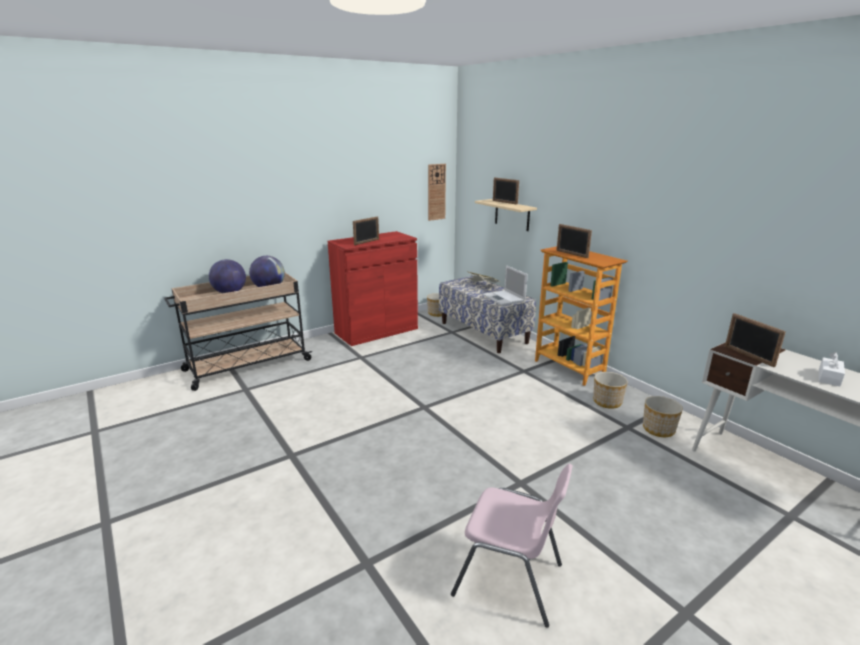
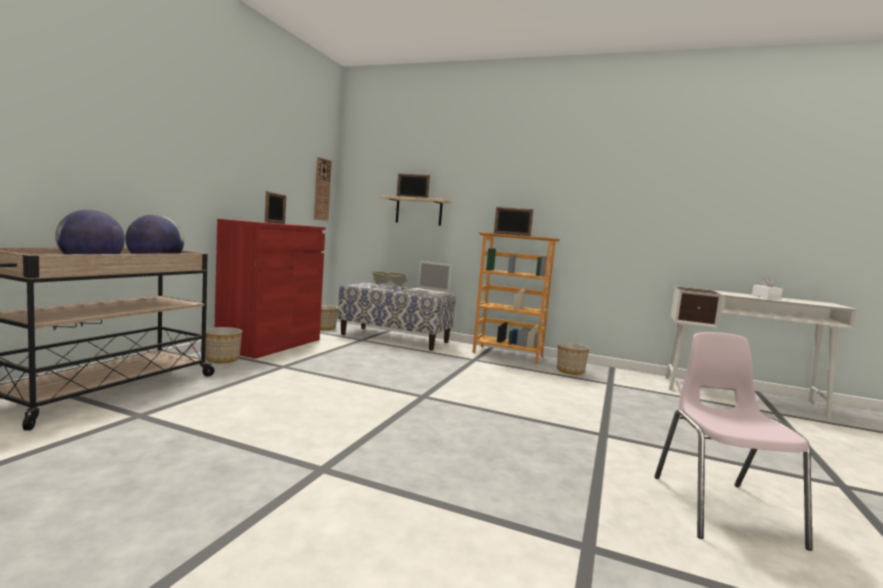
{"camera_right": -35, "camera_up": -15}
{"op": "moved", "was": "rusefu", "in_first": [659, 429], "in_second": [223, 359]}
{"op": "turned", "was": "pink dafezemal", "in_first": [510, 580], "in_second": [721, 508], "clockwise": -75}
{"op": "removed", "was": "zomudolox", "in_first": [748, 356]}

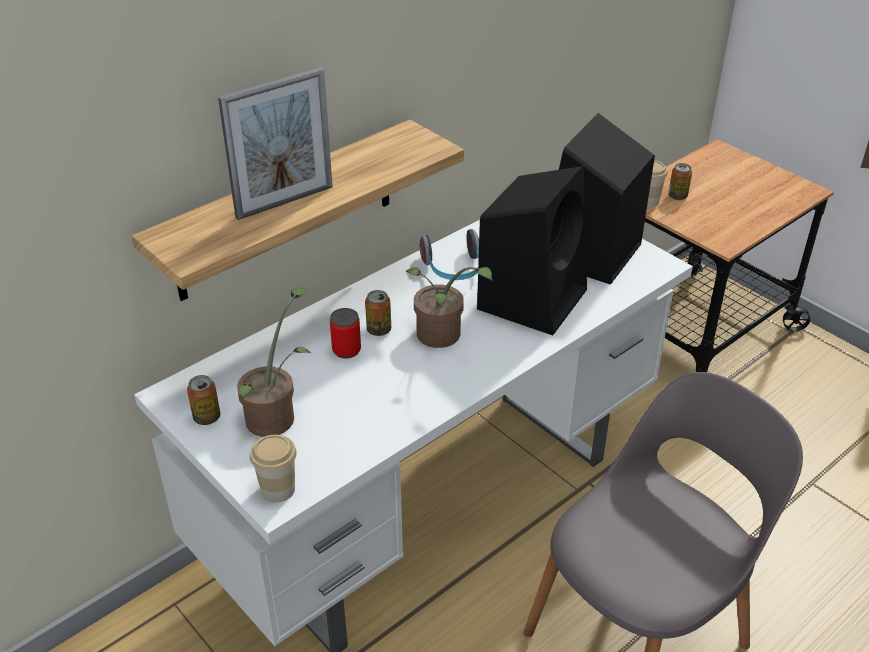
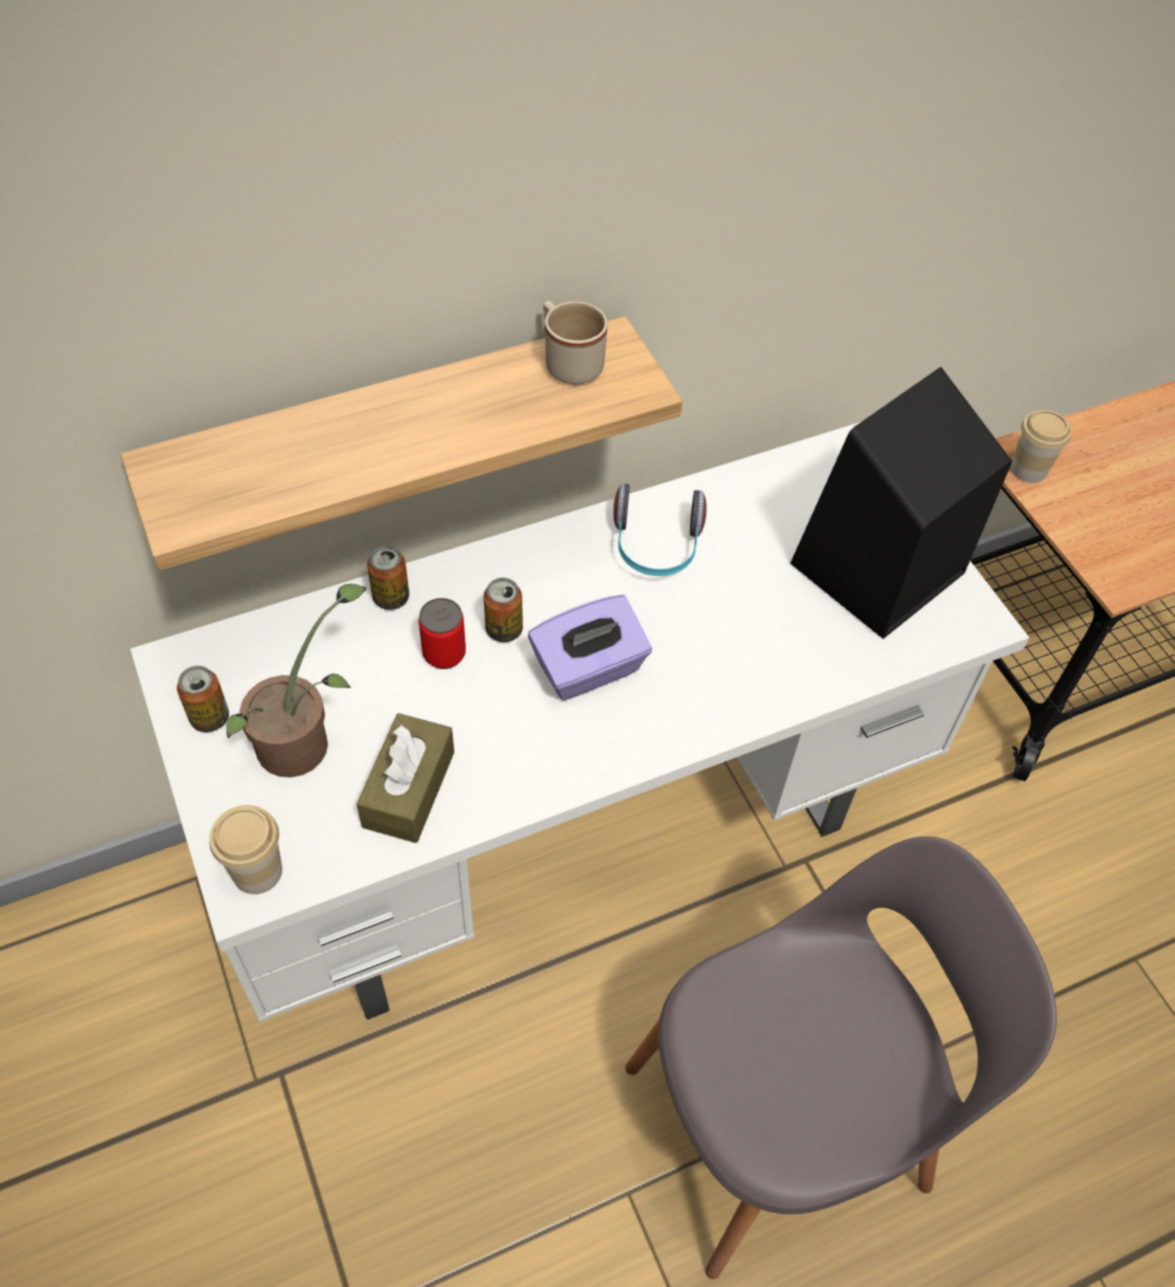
{"camera_right": 15, "camera_up": 15}
{"op": "added", "now": "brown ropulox", "in_second": [409, 789]}
{"op": "moved", "was": "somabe", "in_first": [677, 196], "in_second": [391, 598]}
{"op": "replaced", "was": "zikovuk", "now": "purple ropulox", "in_first": [442, 337], "in_second": [589, 669]}
{"op": "added", "now": "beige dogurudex", "in_second": [569, 362]}
{"op": "removed", "was": "zomudolox", "in_first": [285, 202]}
{"op": "removed", "was": "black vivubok", "in_first": [532, 297]}

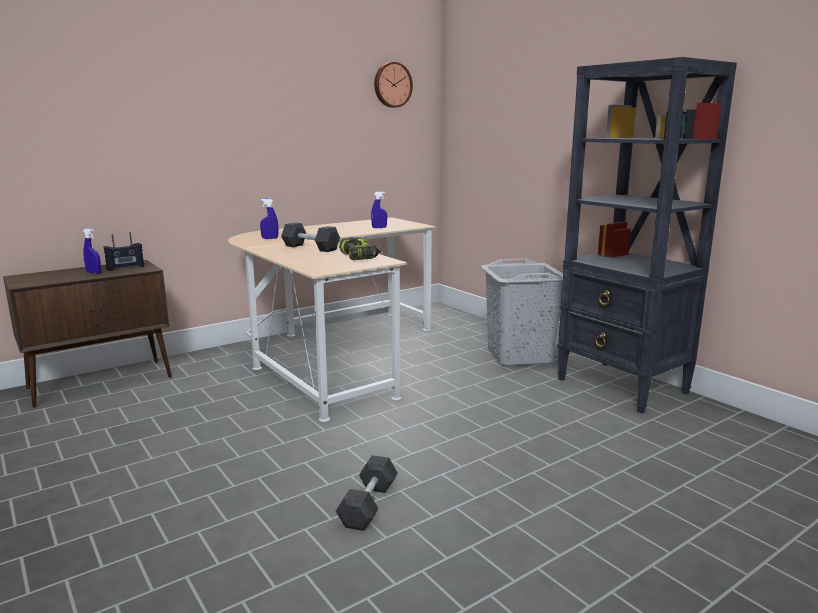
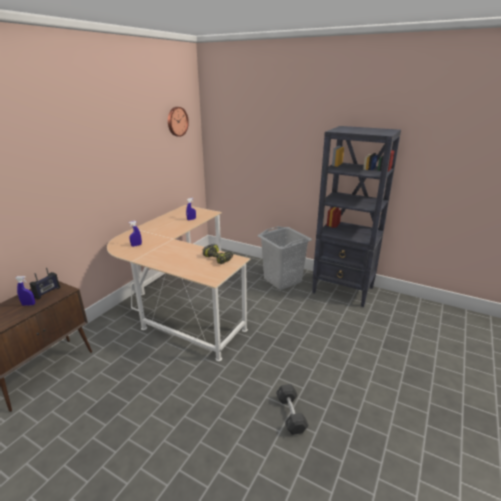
{"camera_right": -25, "camera_up": 10}
{"op": "removed", "was": "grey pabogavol", "in_first": [310, 248]}

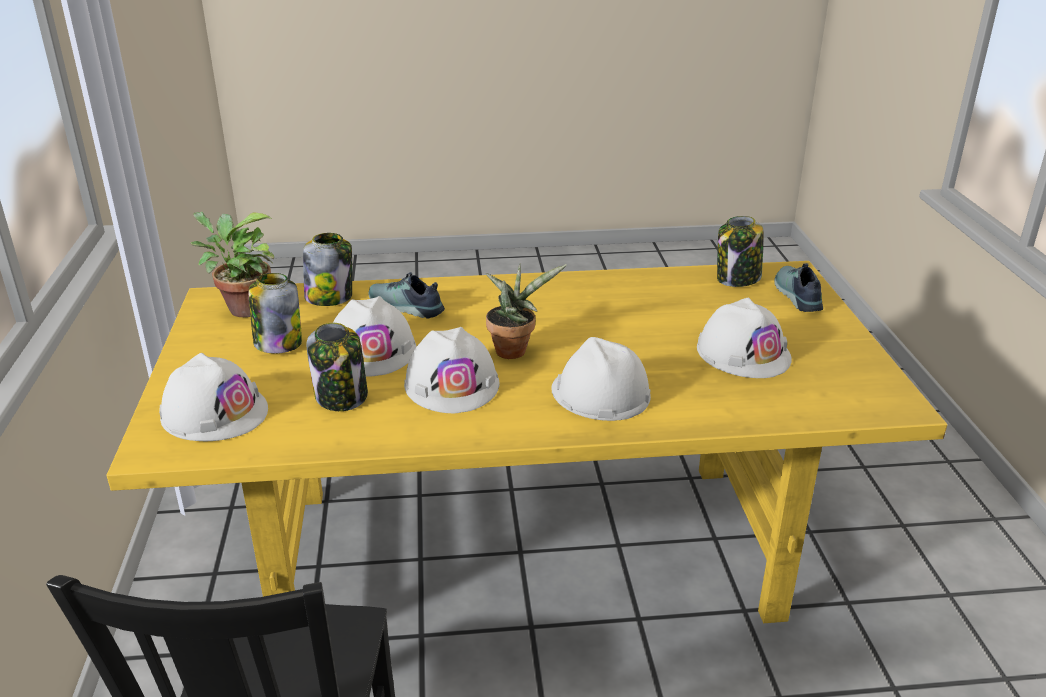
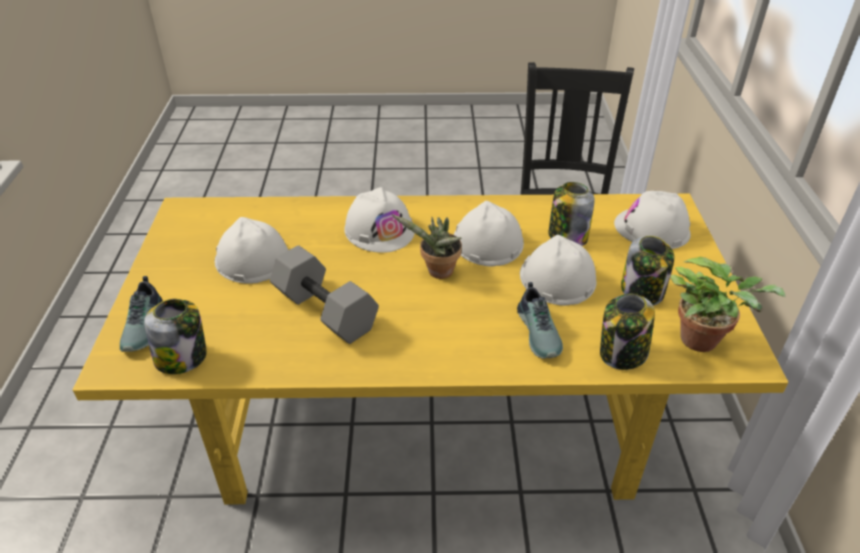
{"camera_right": -175, "camera_up": 10}
{"op": "added", "now": "grey pabogavol", "in_second": [327, 310]}
{"op": "turned", "was": "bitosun", "in_first": [404, 307], "in_second": [540, 332], "clockwise": 45}

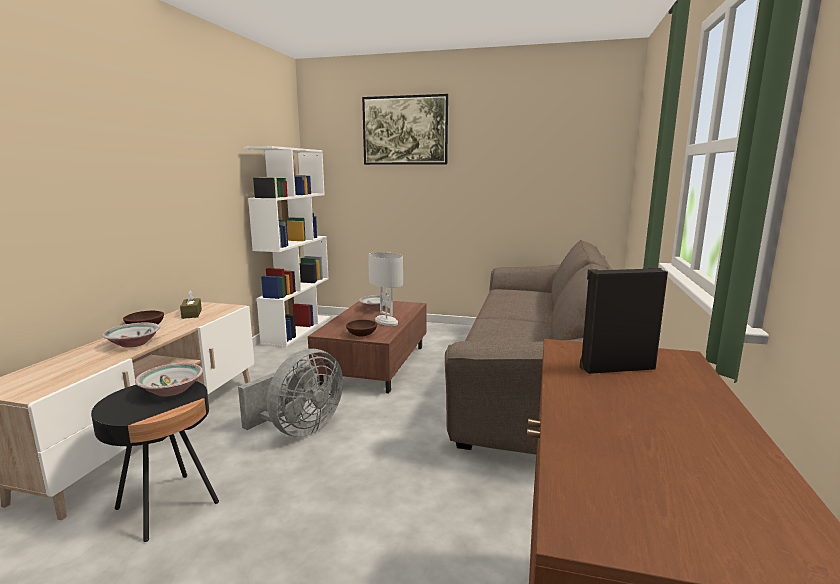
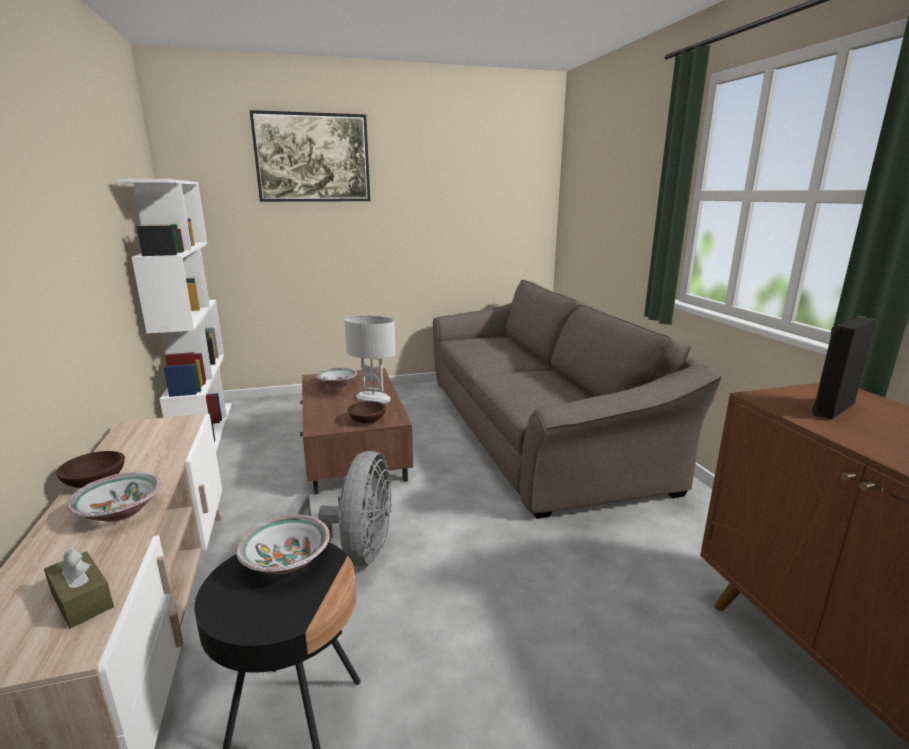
{"camera_right": -30, "camera_up": 5}
{"op": "moved", "was": "brown ropulox", "in_first": [191, 314], "in_second": [82, 600]}

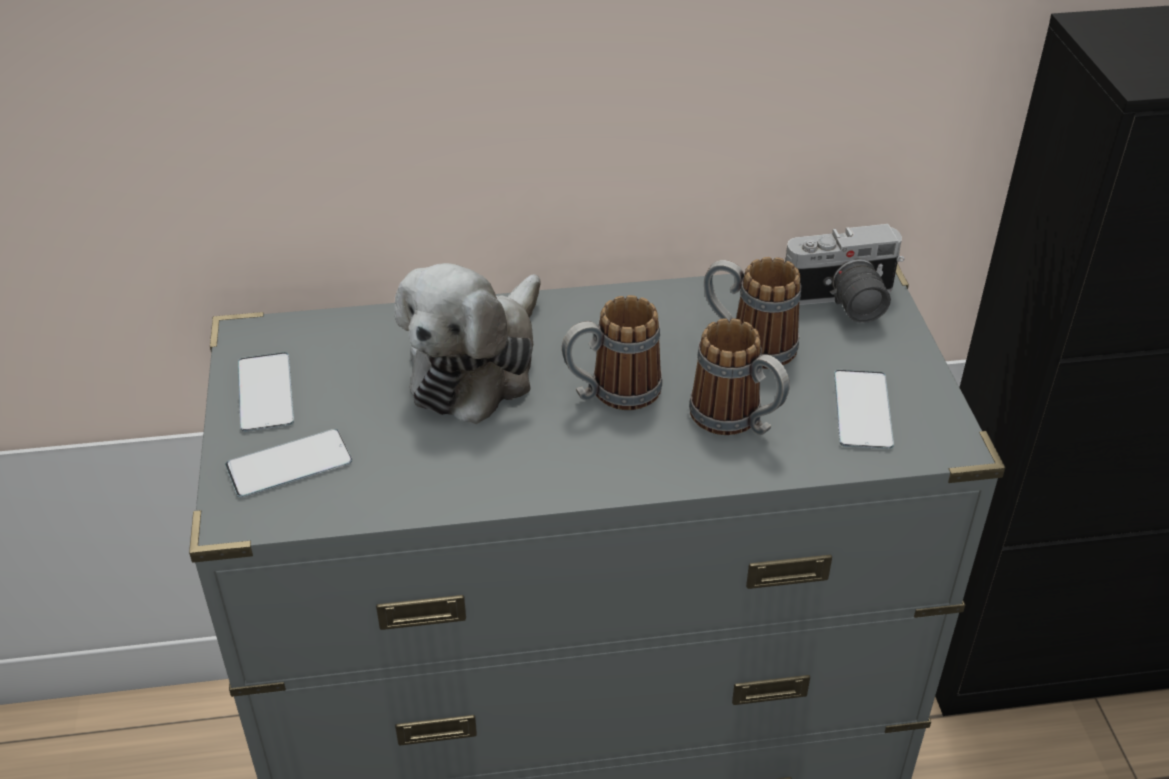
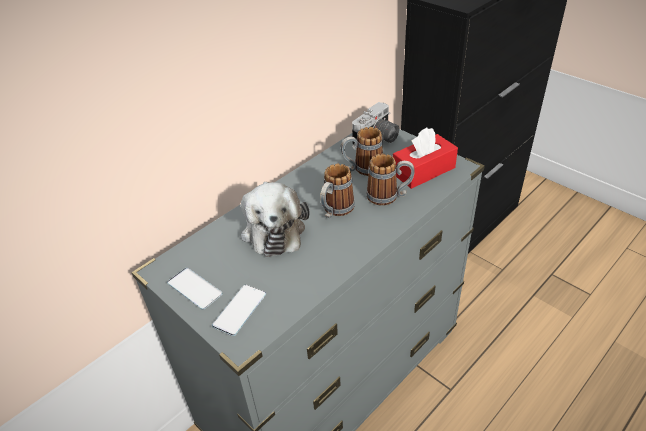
{"camera_right": -35, "camera_up": 0}
{"op": "replaced", "was": "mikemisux", "now": "red ropulox", "in_first": [862, 410], "in_second": [423, 170]}

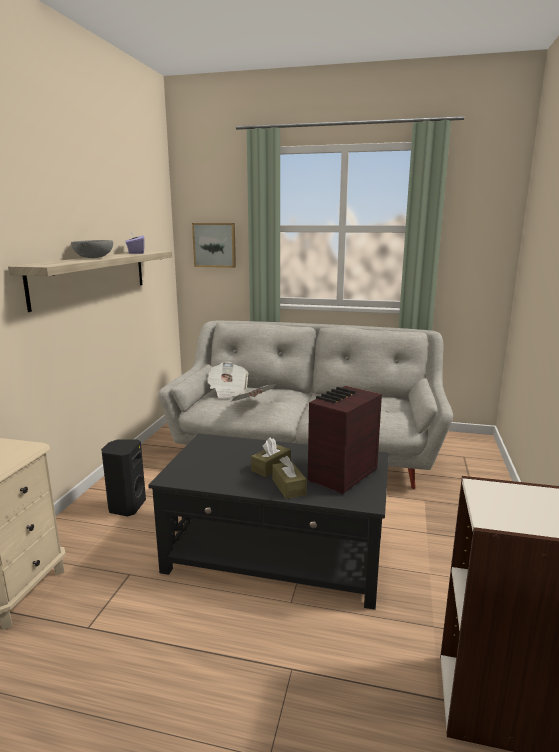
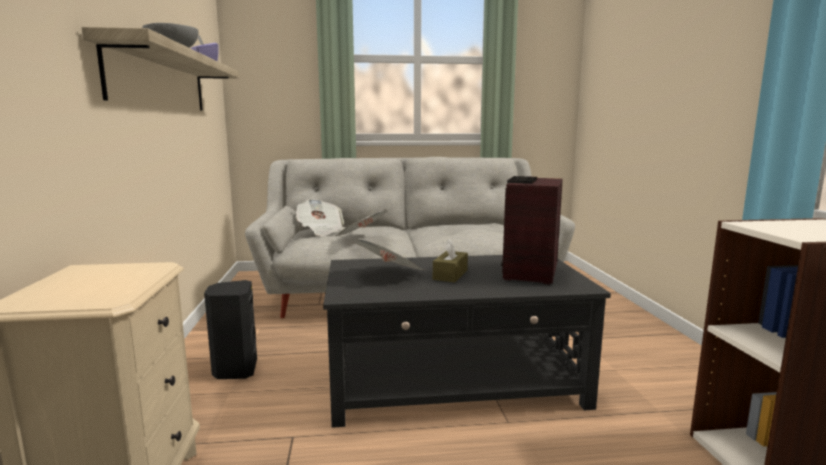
{"camera_right": -20, "camera_up": -5}
{"op": "added", "now": "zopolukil", "in_second": [390, 275]}
{"op": "removed", "was": "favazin", "in_first": [215, 245]}
{"op": "removed", "was": "brown ropulox", "in_first": [288, 487]}

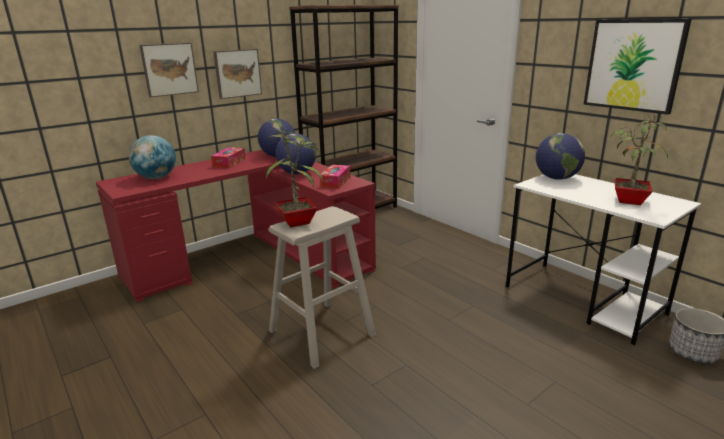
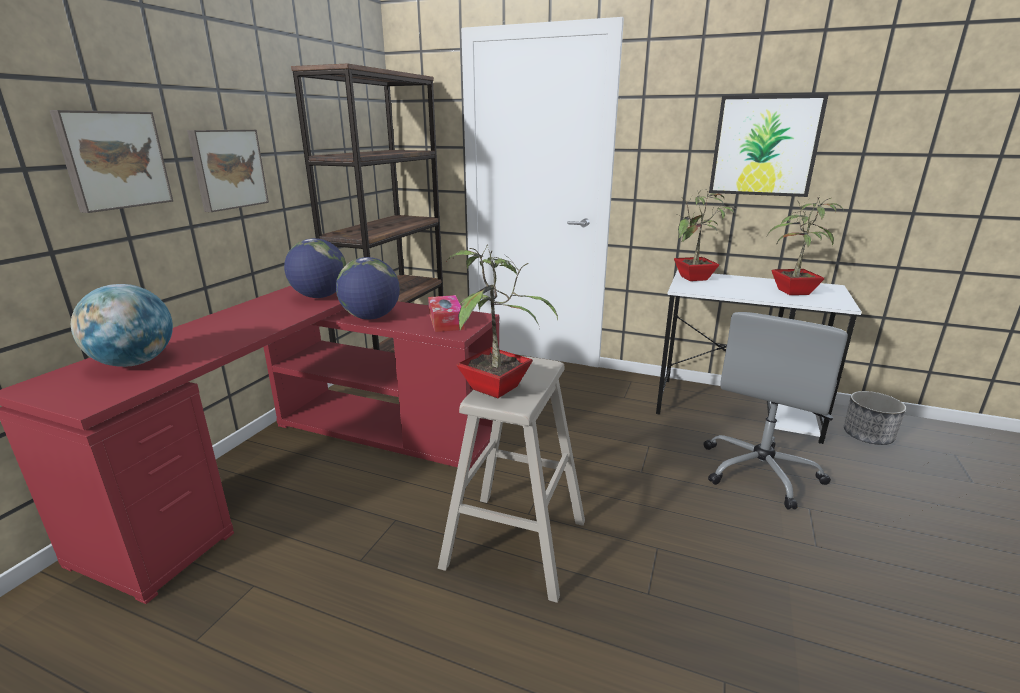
{"camera_right": -30, "camera_up": 0}
{"op": "replaced", "was": "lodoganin", "now": "zikovuk", "in_first": [556, 178], "in_second": [694, 279]}
{"op": "added", "now": "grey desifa", "in_second": [760, 471]}
{"op": "removed", "was": "ropulox", "in_first": [229, 163]}

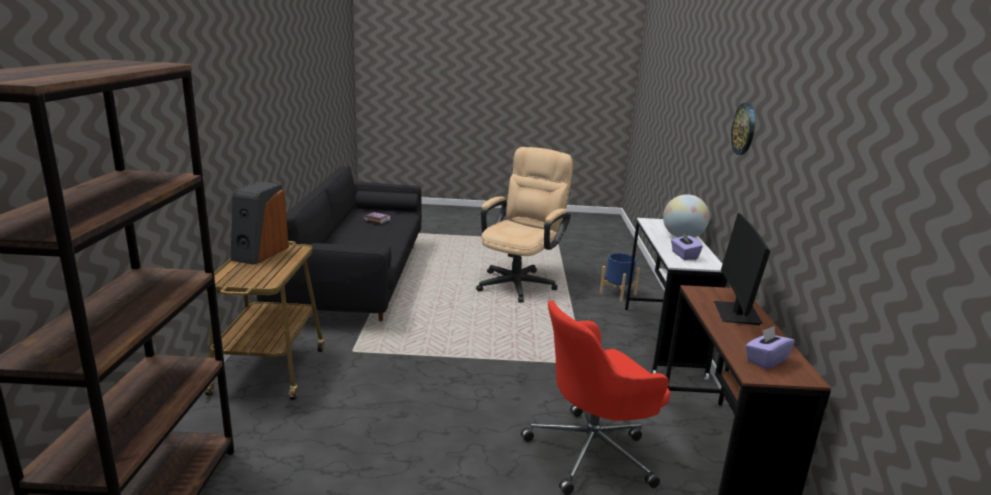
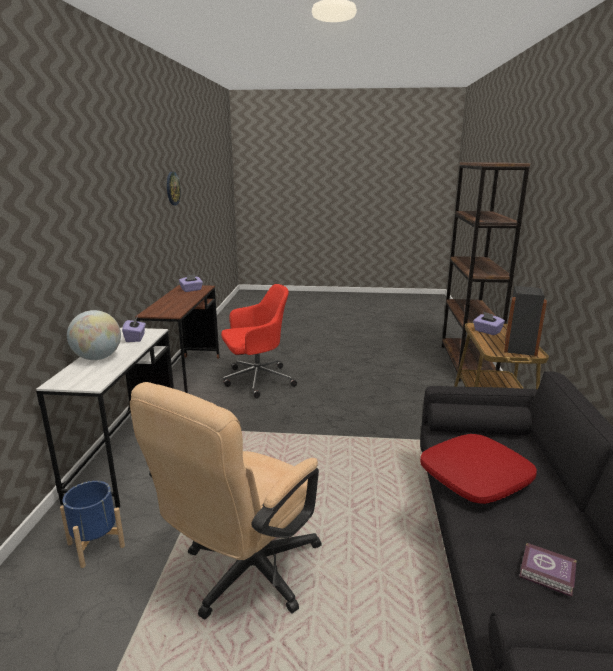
{"camera_right": -175, "camera_up": 0}
{"op": "moved", "was": "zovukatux", "in_first": [744, 129], "in_second": [172, 188]}
{"op": "added", "now": "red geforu", "in_second": [475, 477]}
{"op": "added", "now": "purple ropulox", "in_second": [487, 331]}
{"op": "removed", "was": "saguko", "in_first": [736, 314]}

